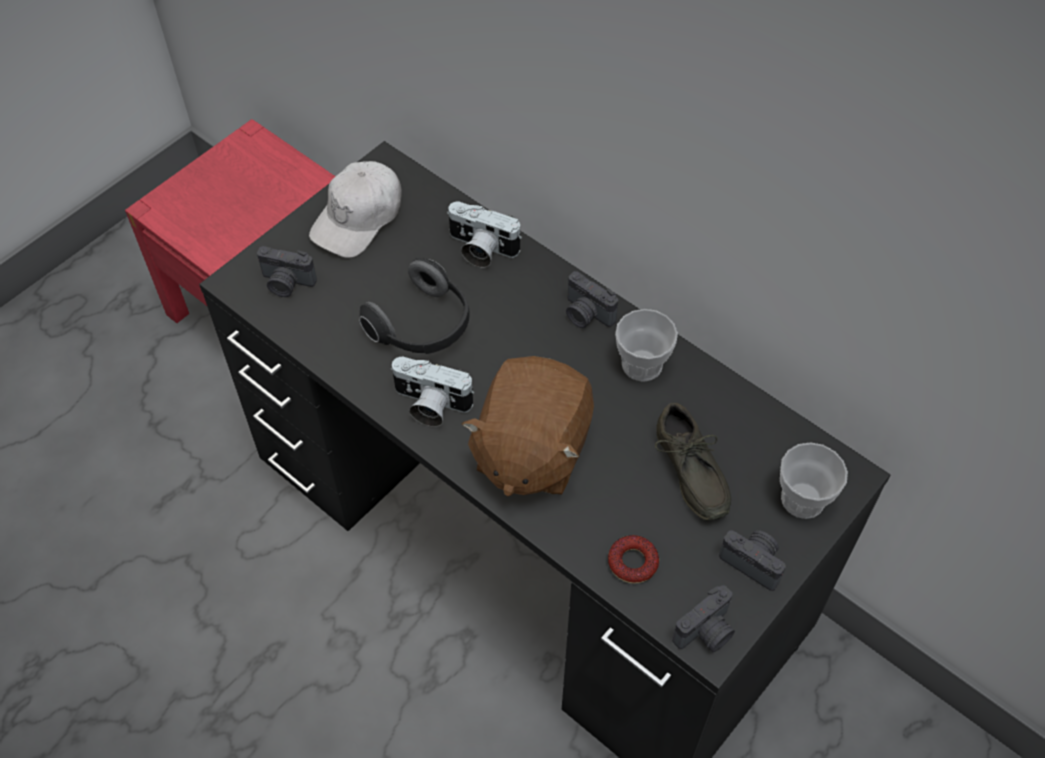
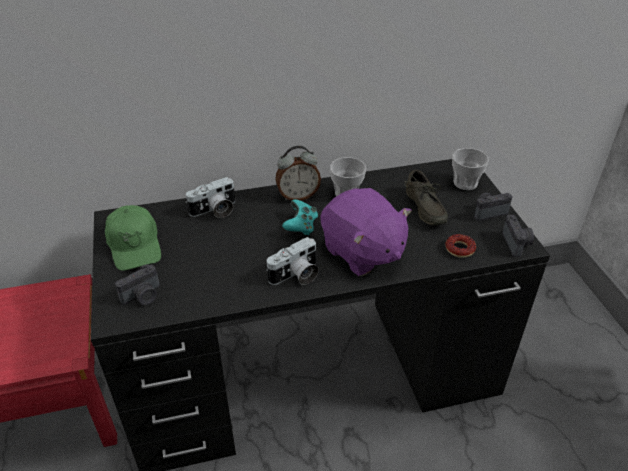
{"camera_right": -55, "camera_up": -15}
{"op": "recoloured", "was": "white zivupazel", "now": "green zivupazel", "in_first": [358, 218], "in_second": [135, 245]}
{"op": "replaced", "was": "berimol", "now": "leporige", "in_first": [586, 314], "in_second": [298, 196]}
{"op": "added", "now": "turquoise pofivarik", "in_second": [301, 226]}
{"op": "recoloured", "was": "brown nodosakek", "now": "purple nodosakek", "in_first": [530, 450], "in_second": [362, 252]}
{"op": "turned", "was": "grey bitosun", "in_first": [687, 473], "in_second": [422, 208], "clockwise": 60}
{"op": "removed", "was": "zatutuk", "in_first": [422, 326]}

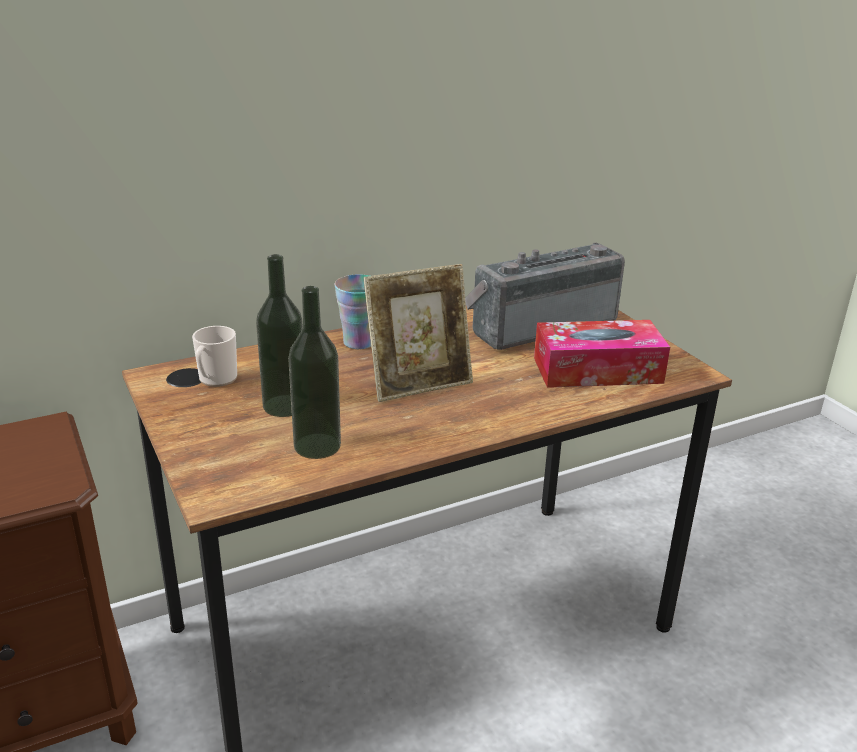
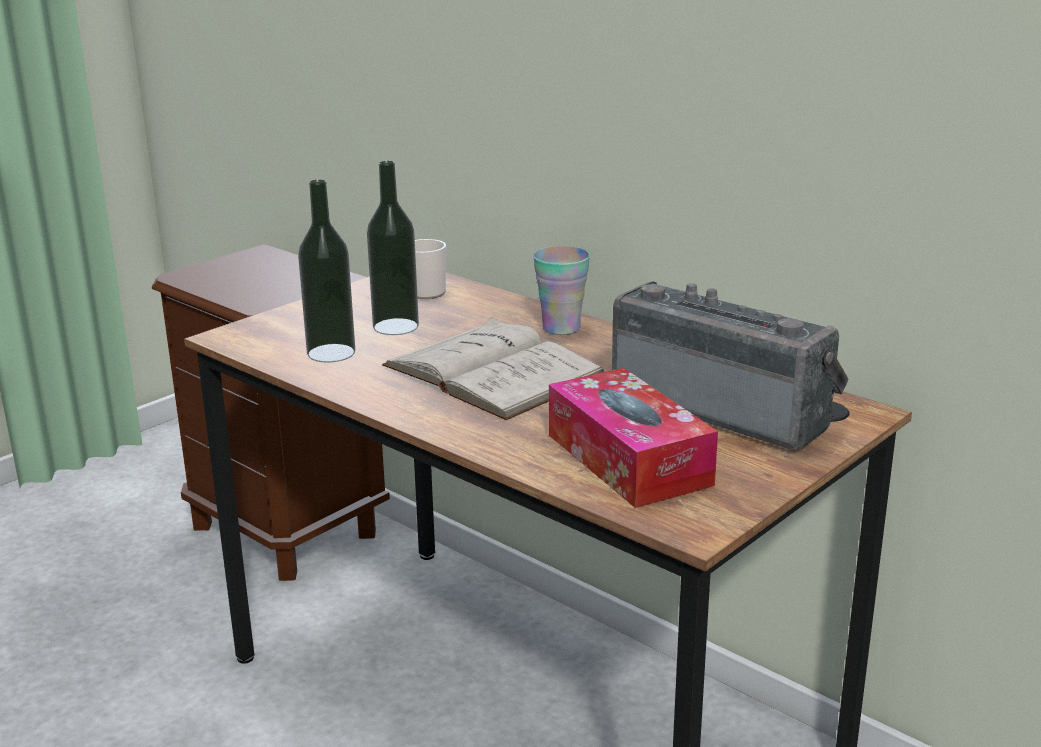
{"camera_right": 70, "camera_up": -5}
{"op": "replaced", "was": "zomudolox", "now": "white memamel", "in_first": [419, 383], "in_second": [493, 371]}

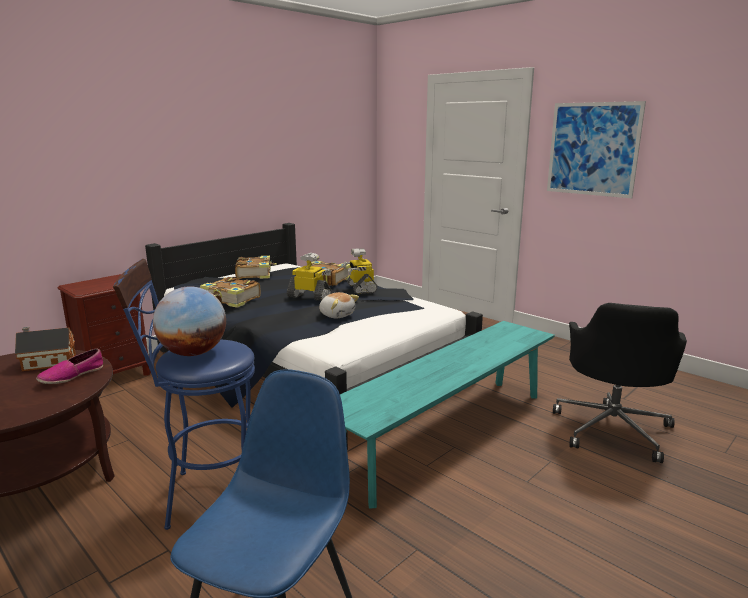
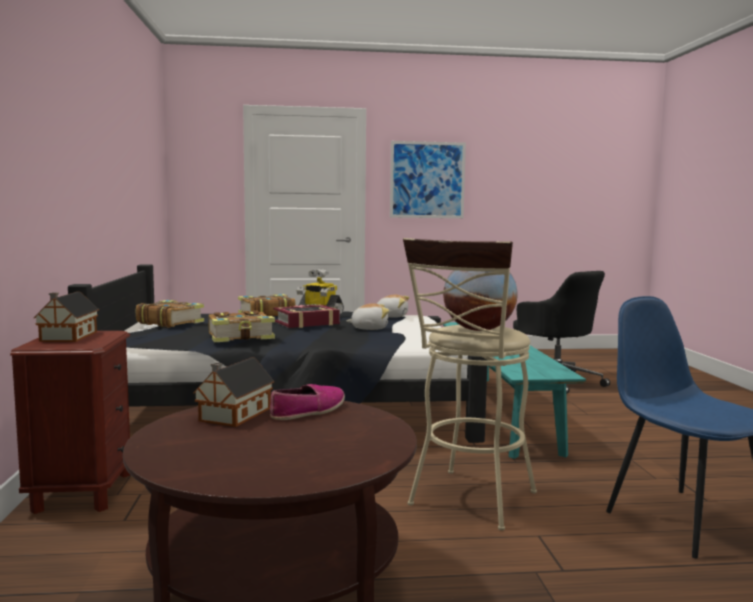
{"camera_right": -50, "camera_up": -10}
{"op": "added", "now": "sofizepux", "in_second": [67, 337]}
{"op": "turned", "was": "bitosun", "in_first": [72, 375], "in_second": [308, 411], "clockwise": -120}
{"op": "replaced", "was": "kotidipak", "now": "memamel", "in_first": [310, 297], "in_second": [306, 323]}
{"op": "added", "now": "nodosakek", "in_second": [392, 316]}
{"op": "recoloured", "was": "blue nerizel", "now": "beige nerizel", "in_first": [208, 496], "in_second": [469, 502]}

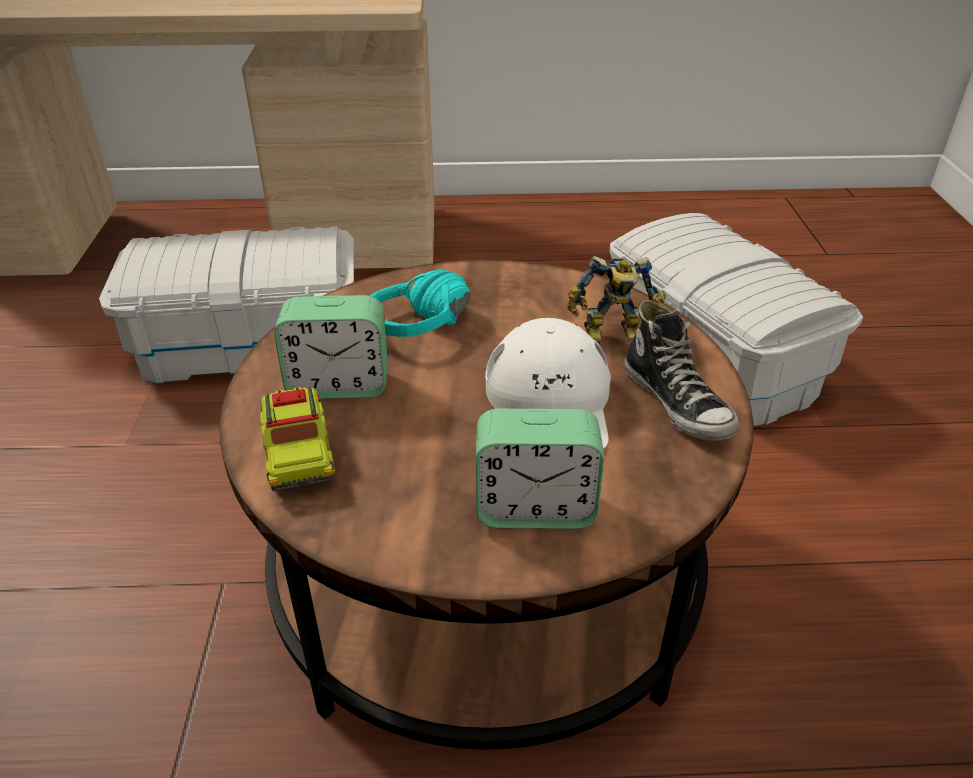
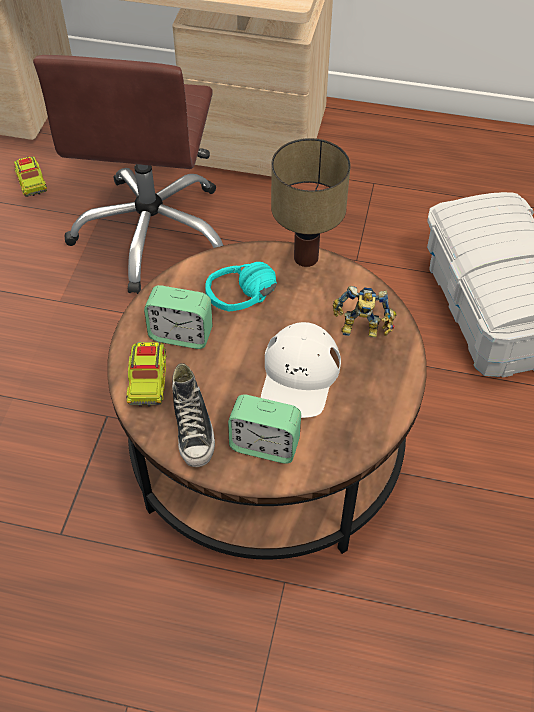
{"camera_right": 15, "camera_up": 15}
{"op": "added", "now": "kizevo", "in_second": [31, 183]}
{"op": "replaced", "was": "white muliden", "now": "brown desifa", "in_first": [249, 346], "in_second": [153, 232]}
{"op": "moved", "was": "bitosun", "in_first": [677, 403], "in_second": [193, 429]}
{"op": "added", "now": "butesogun", "in_second": [306, 256]}

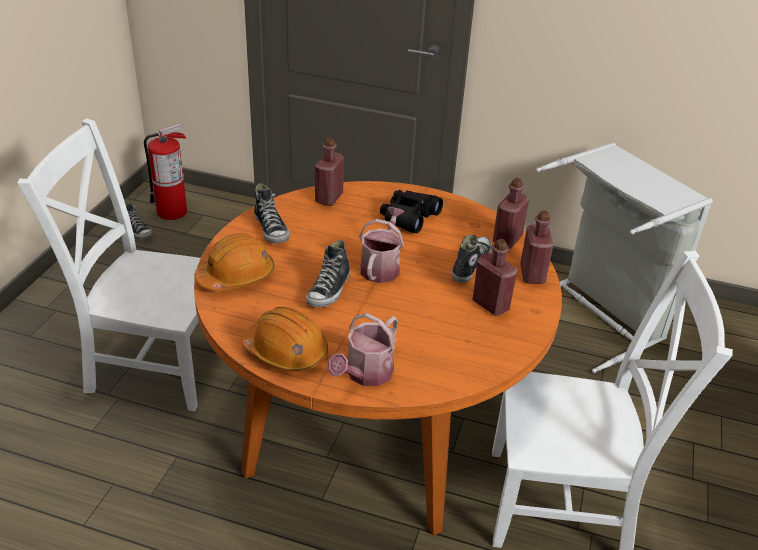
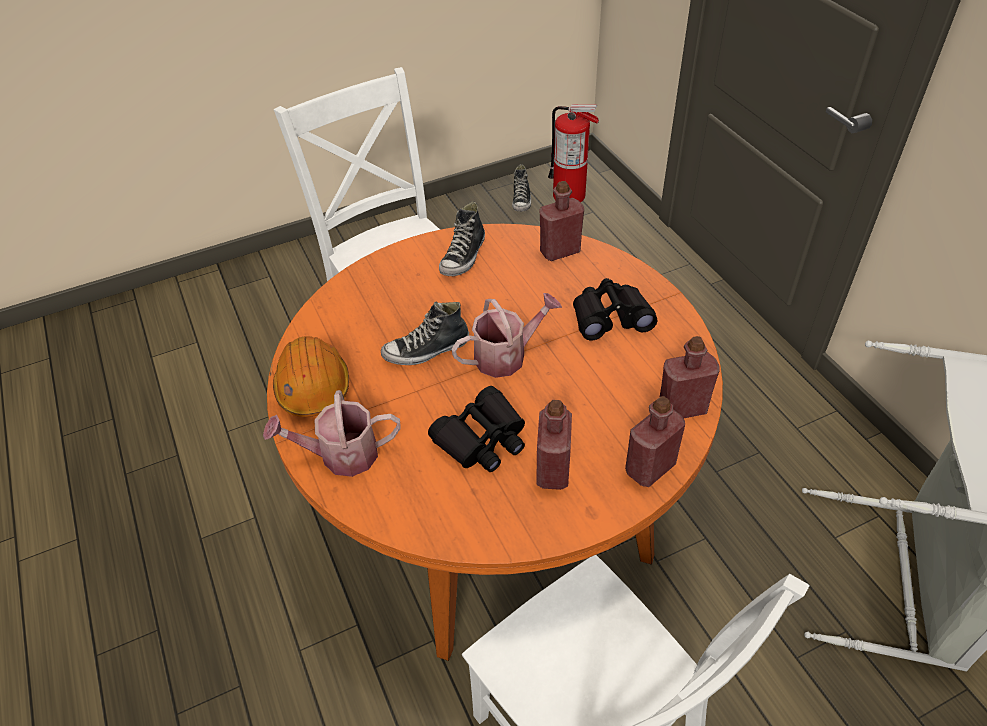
{"camera_right": 50, "camera_up": 10}
{"op": "added", "now": "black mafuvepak", "in_second": [482, 439]}
{"op": "removed", "was": "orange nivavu", "in_first": [236, 276]}
{"op": "removed", "was": "bitosun", "in_first": [470, 264]}

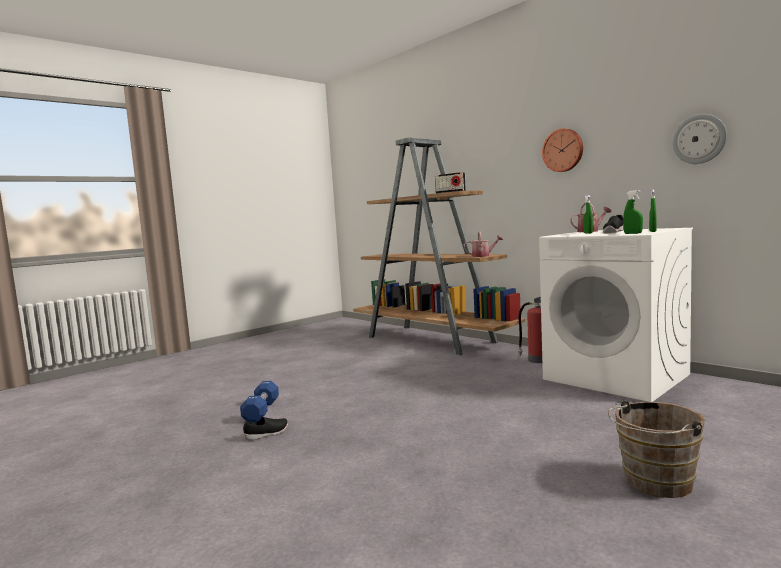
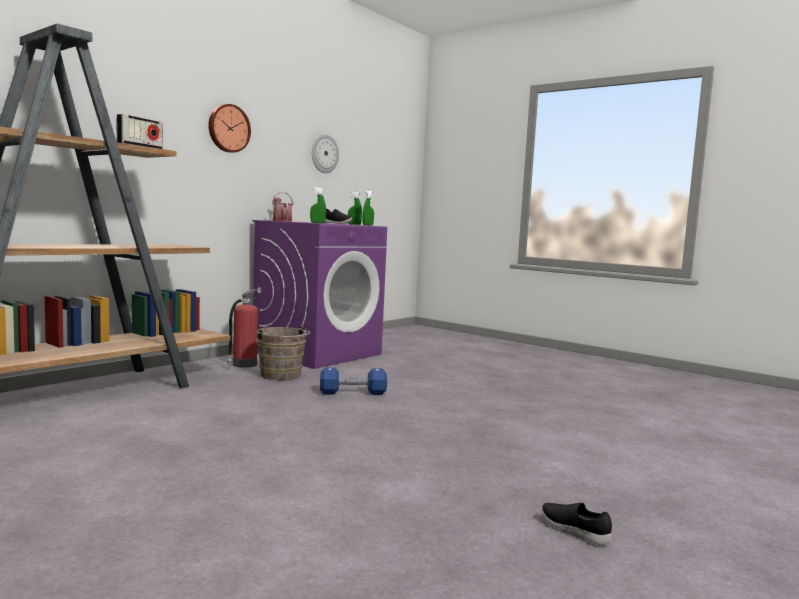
{"camera_right": -100, "camera_up": 0}
{"op": "recoloured", "was": "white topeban", "now": "purple topeban", "in_first": [617, 377], "in_second": [317, 353]}
{"op": "moved", "was": "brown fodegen", "in_first": [654, 483], "in_second": [282, 376]}
{"op": "moved", "was": "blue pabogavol", "in_first": [261, 411], "in_second": [352, 393]}
{"op": "moved", "was": "black bitosun", "in_first": [267, 434], "in_second": [574, 531]}
{"op": "removed", "was": "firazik", "in_first": [483, 256]}

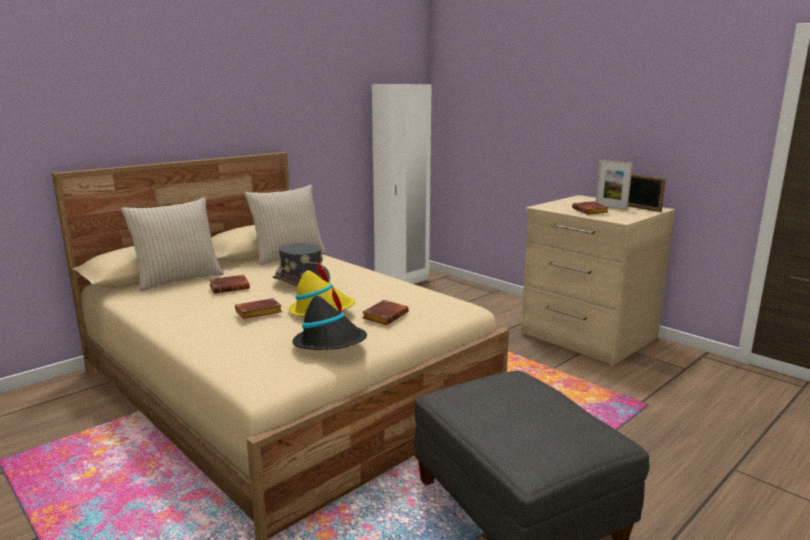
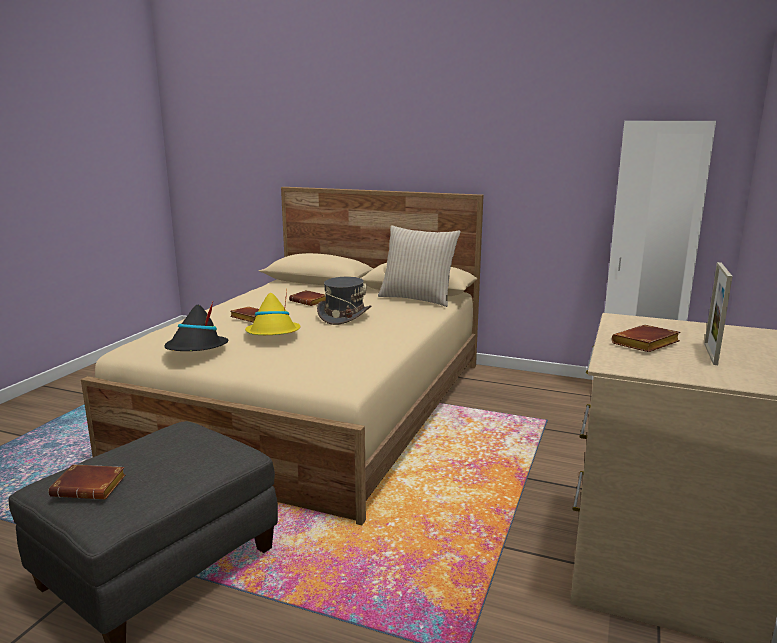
{"camera_right": 65, "camera_up": 0}
{"op": "moved", "was": "brown memamel", "in_first": [385, 316], "in_second": [91, 487]}
{"op": "removed", "was": "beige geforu", "in_first": [178, 279]}
{"op": "removed", "was": "zomudolox", "in_first": [639, 208]}

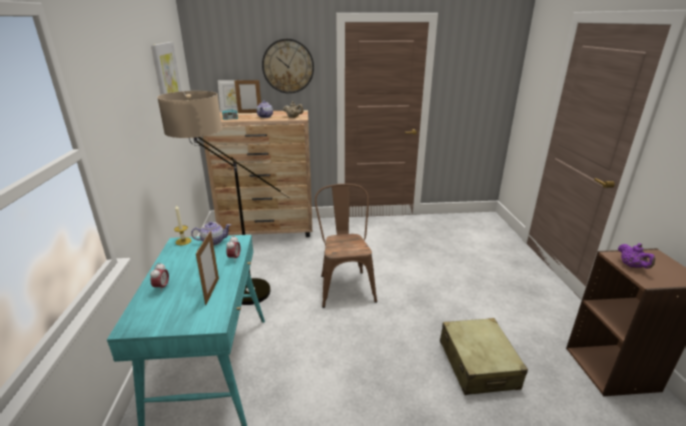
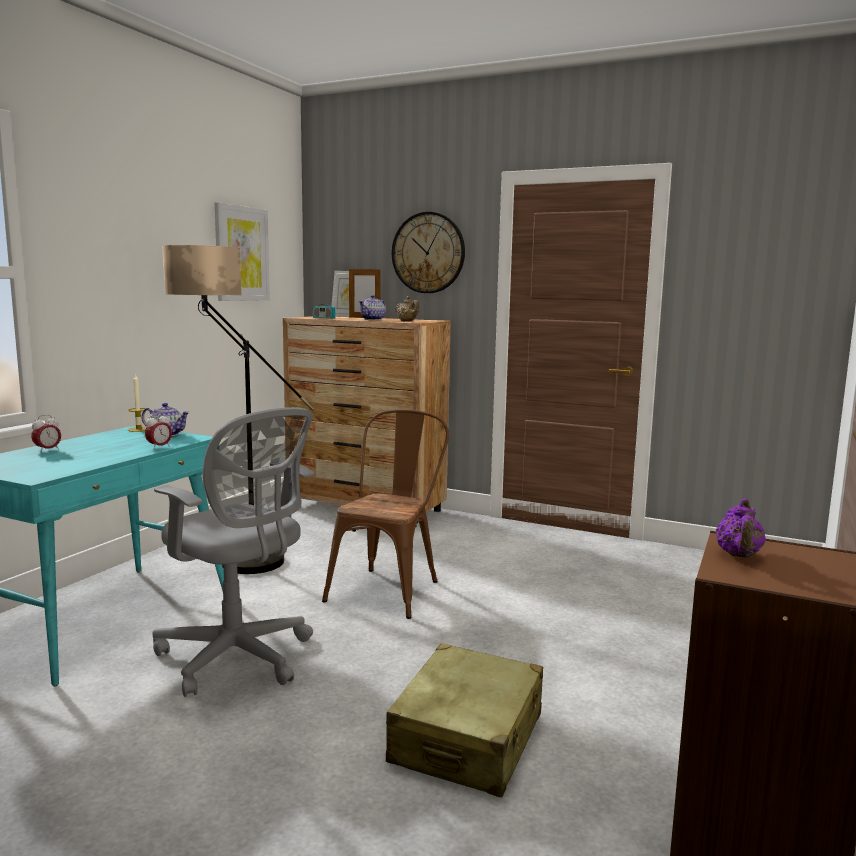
{"camera_right": 30, "camera_up": -15}
{"op": "added", "now": "grey desifa", "in_second": [238, 658]}
{"op": "removed", "was": "zomudolox", "in_first": [212, 291]}

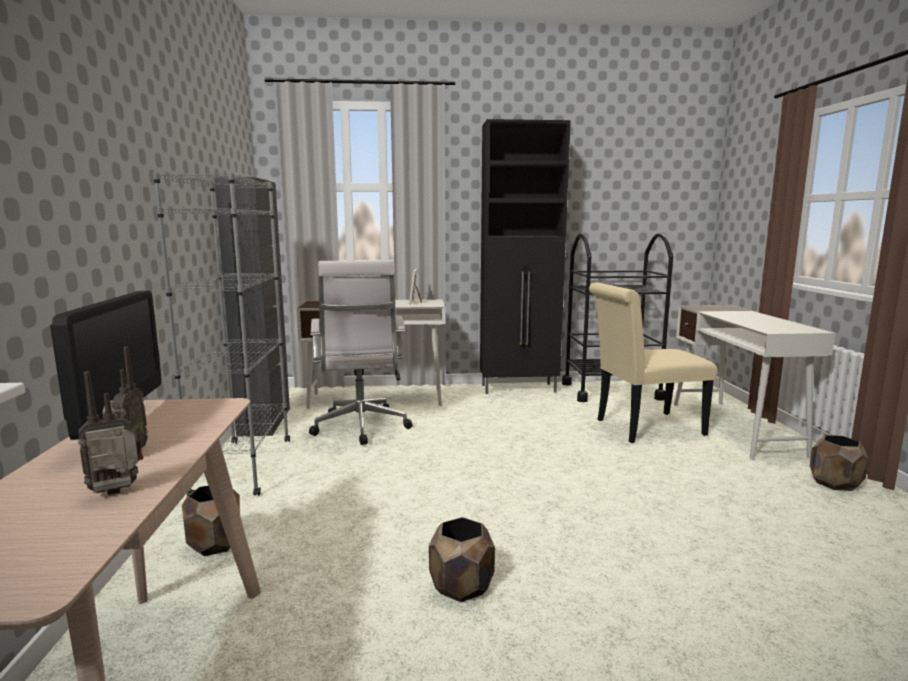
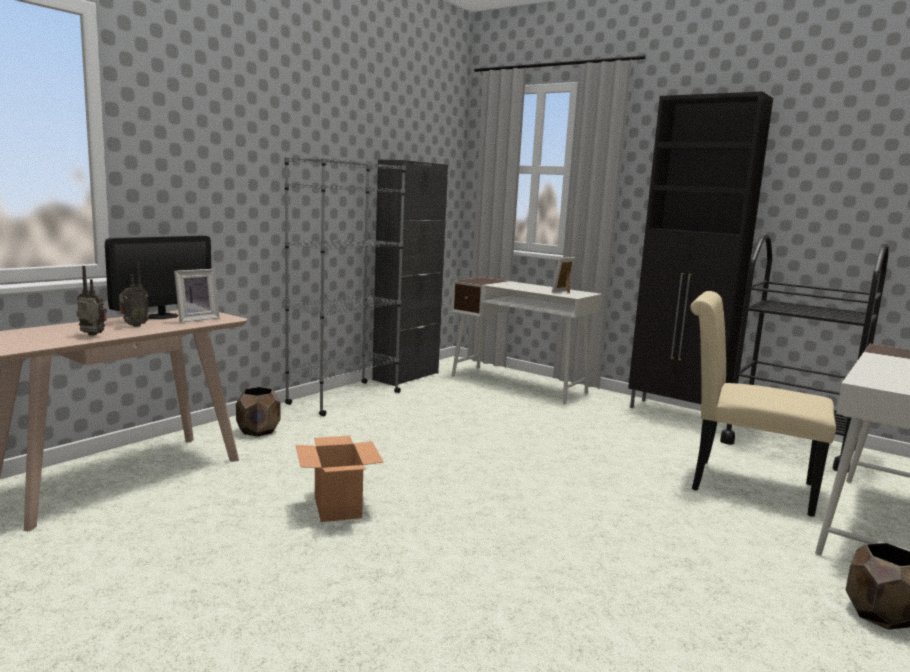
{"camera_right": 40, "camera_up": 0}
{"op": "added", "now": "zomudolox", "in_second": [196, 319]}
{"op": "replaced", "was": "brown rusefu", "now": "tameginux", "in_first": [460, 586], "in_second": [337, 506]}
{"op": "removed", "was": "white desifa", "in_first": [361, 428]}

